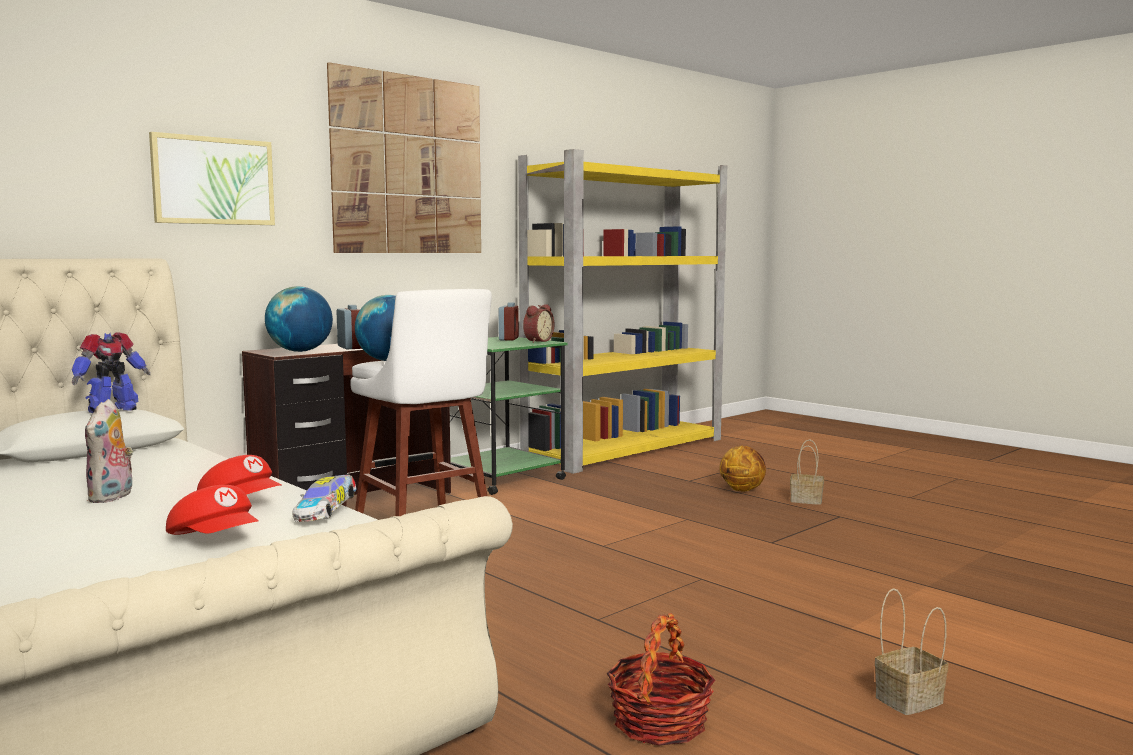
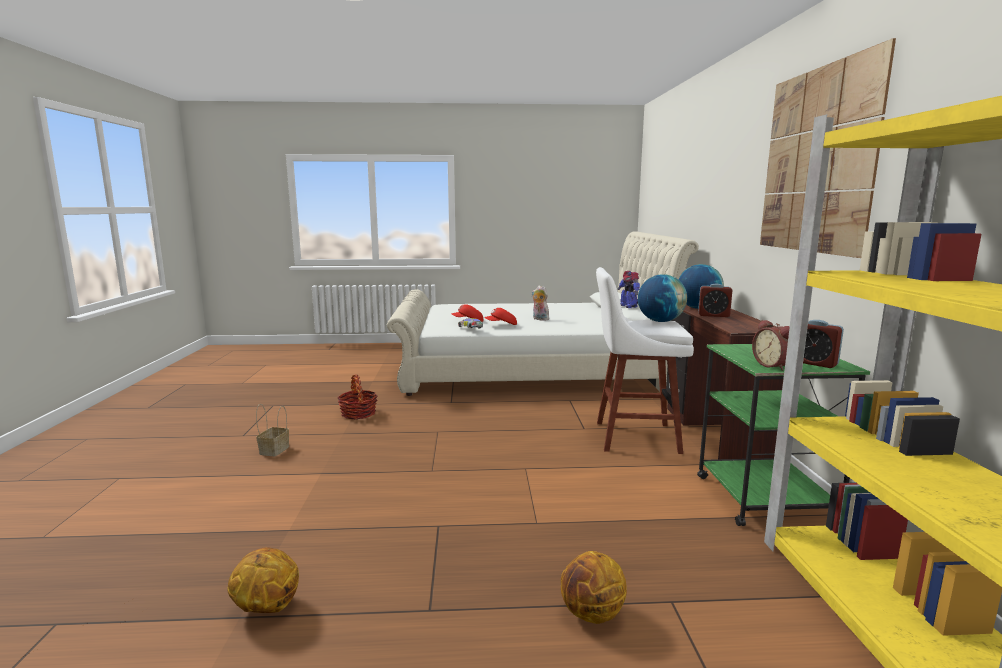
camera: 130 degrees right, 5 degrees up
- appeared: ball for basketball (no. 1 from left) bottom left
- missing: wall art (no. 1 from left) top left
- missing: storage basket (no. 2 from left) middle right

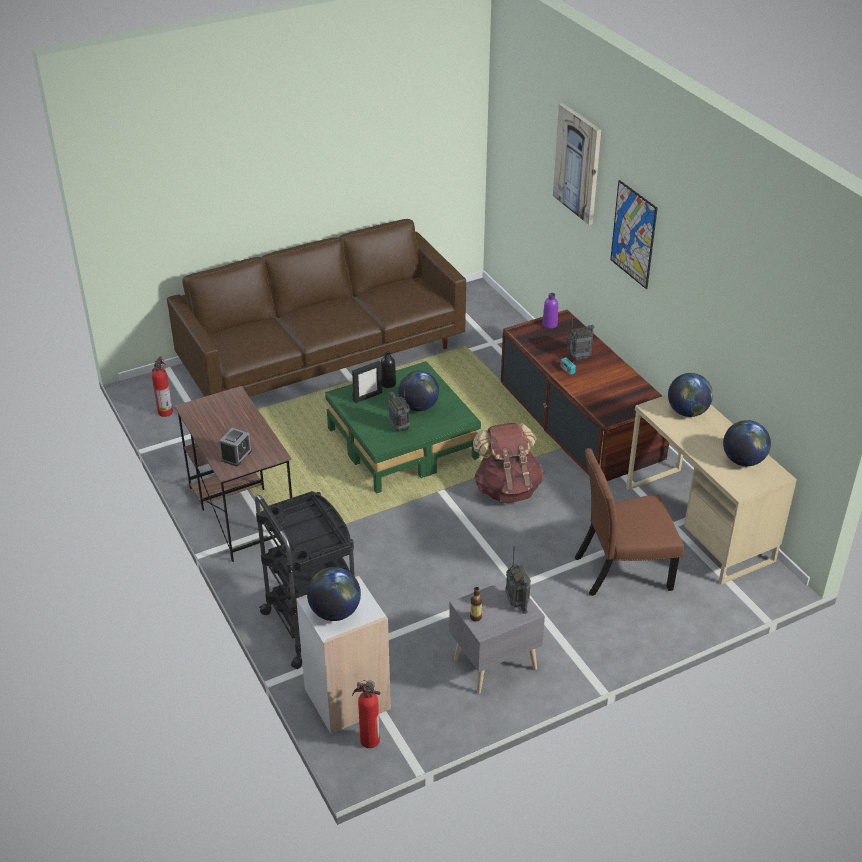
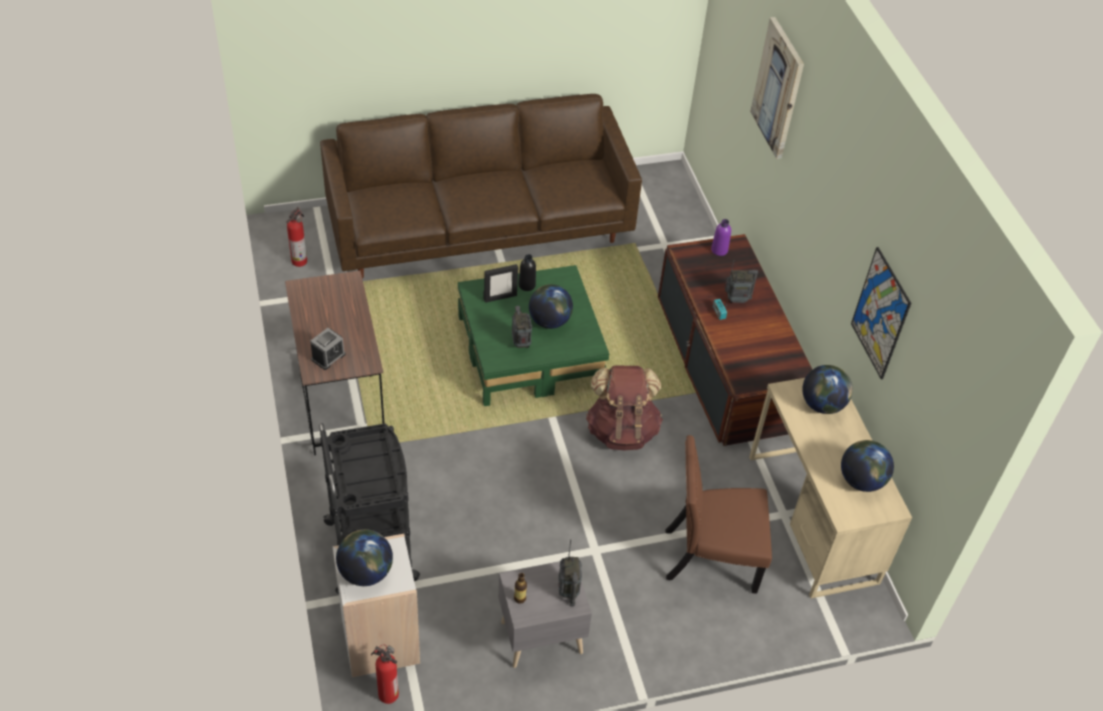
camera: 10 degrees right, 10 degrees up
- relocated: wall art (no. 2 from left) top right to middle right

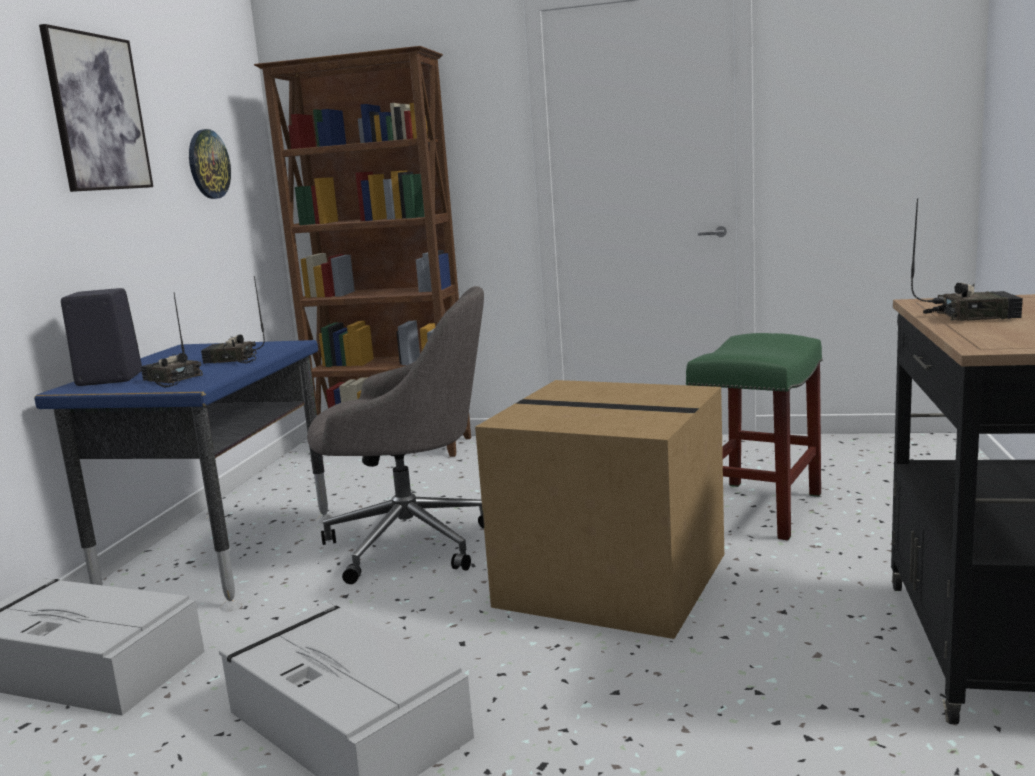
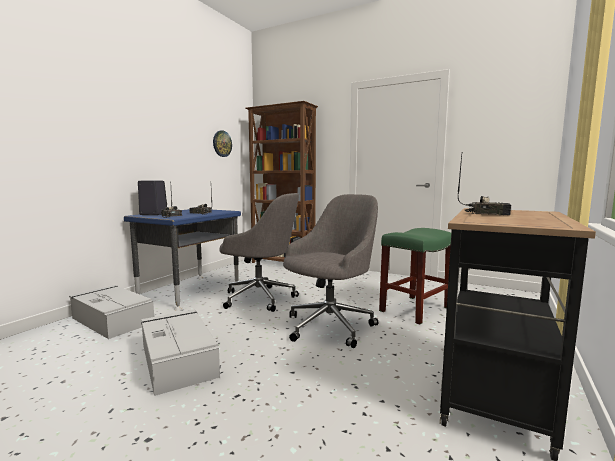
camera: 15 degrees right, 5 degrees down
- exchanged: cardboard box centre to computer chair in grey (no. 2 from left) centre
- missing: wall art top left

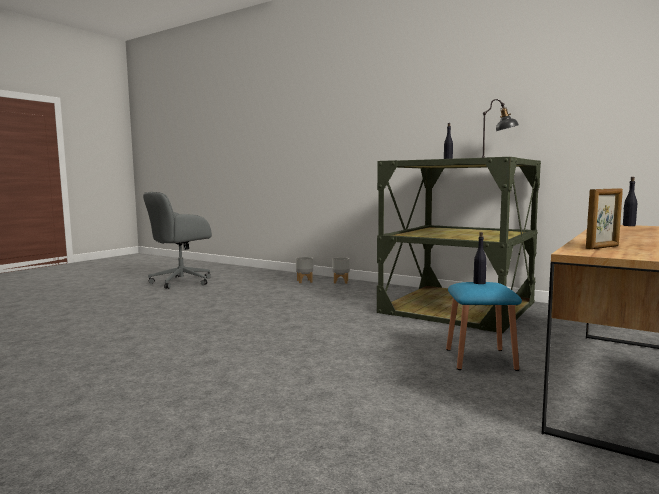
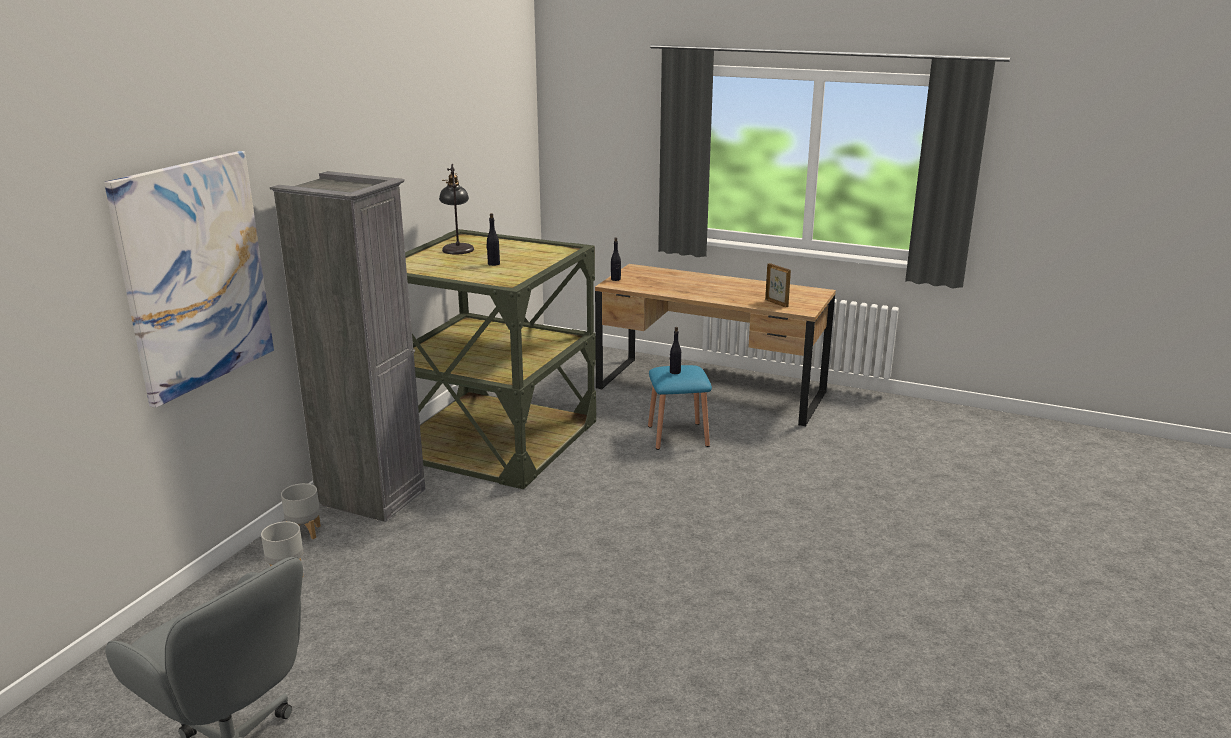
camera: 100 degrees left, 15 degrees up
- appeared: wall art middle left
- appeared: storage cabinet in grey middle left

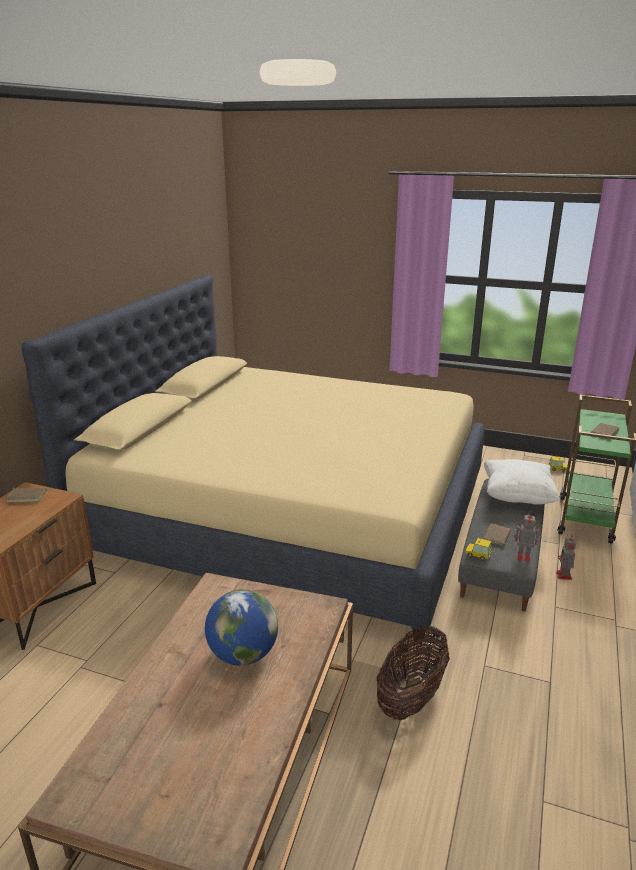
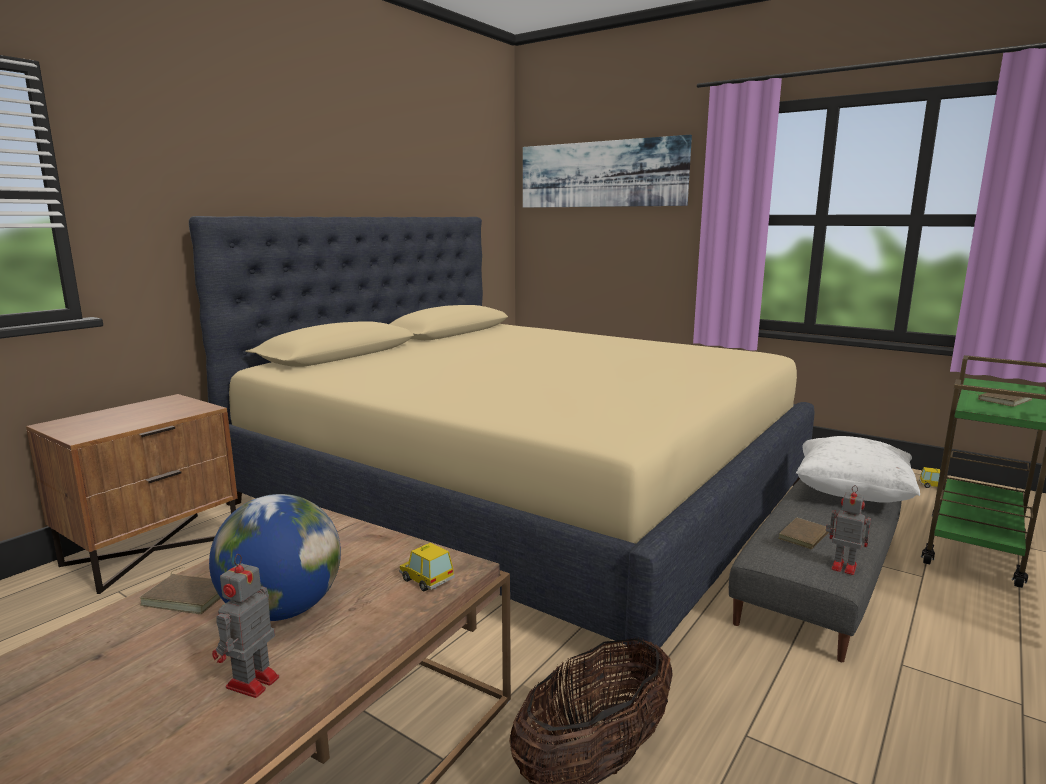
camera: 15 degrees right, 10 degrees down
- relocated: volume in brown (no. 1 from left) middle left to bottom left
- relocated: robot figure (no. 2 from left in the first image) middle right to robot figure (no. 1 from left) bottom left
- relocated: miniature car (no. 1 from left) middle right to bottom centre
- appeared: wall art top centre

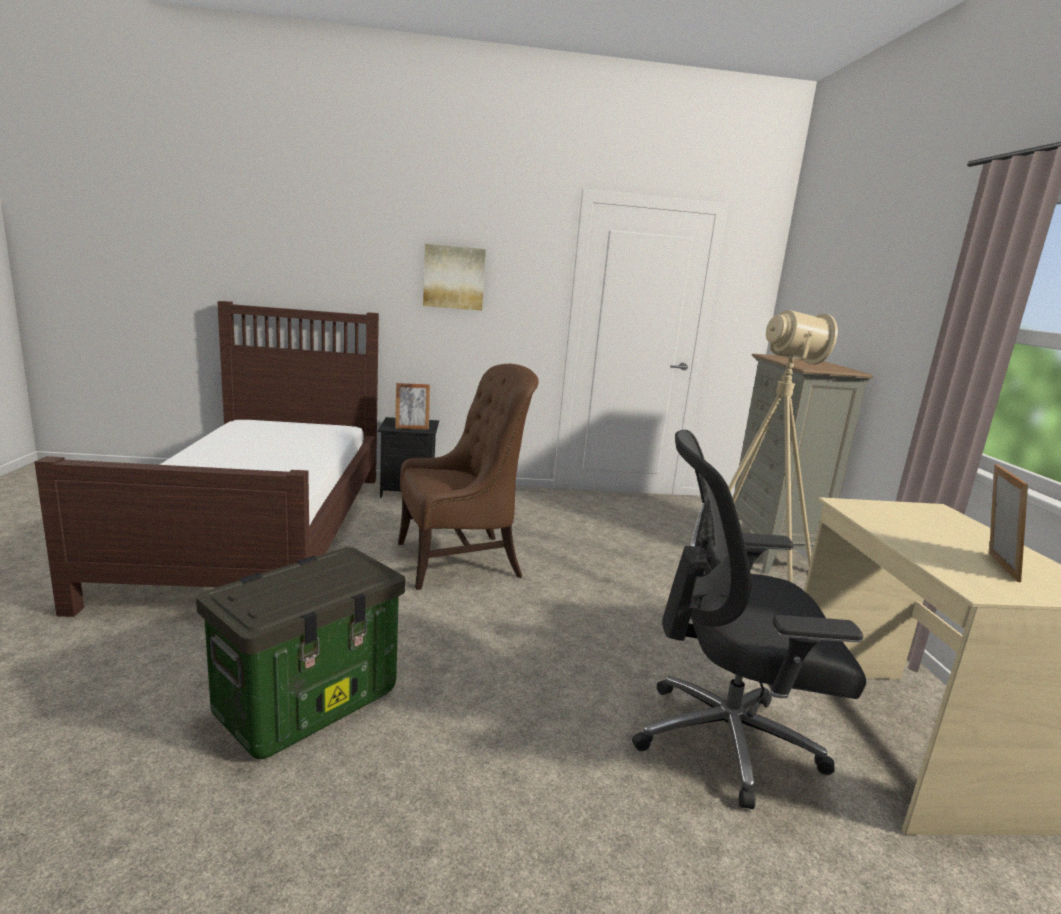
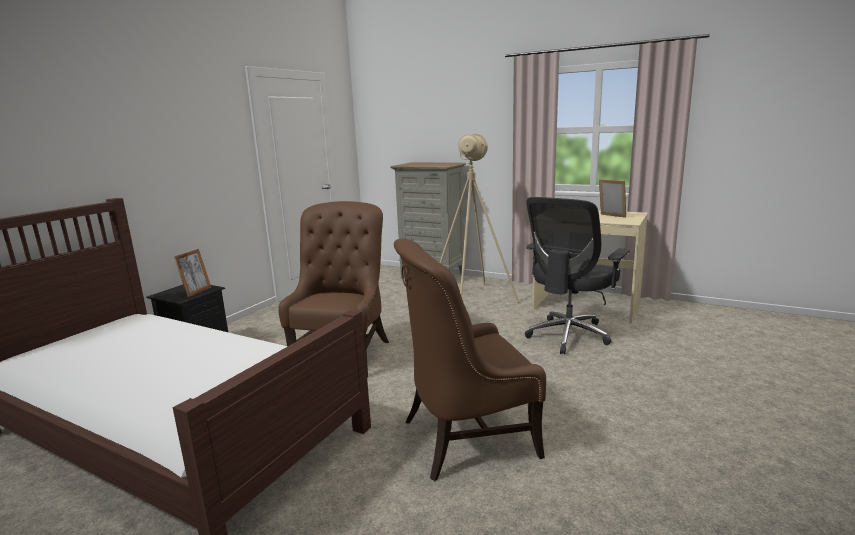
camera: 55 degrees left, 0 degrees up
- exchanged: storage bin bottom left to chair in brown (no. 2 from left) bottom centre
- missing: wall art top centre

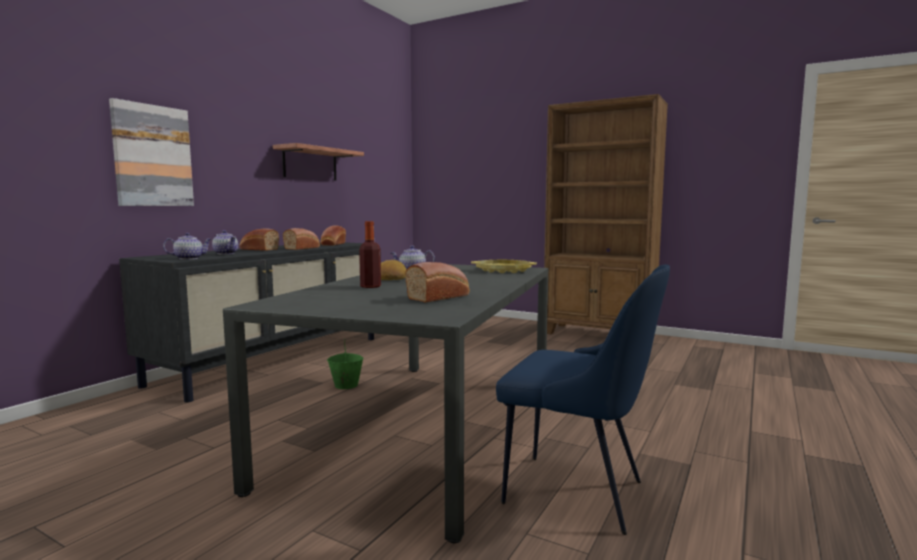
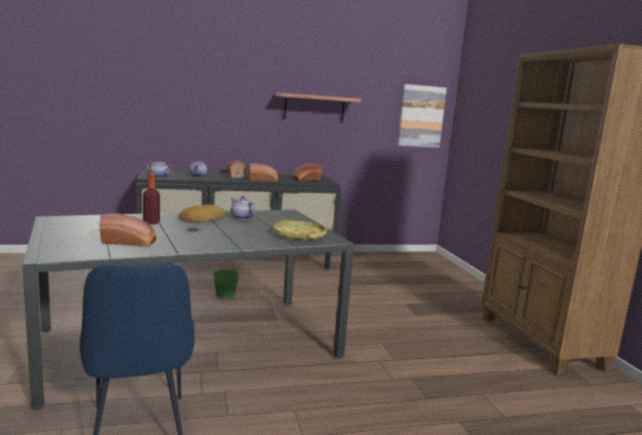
camera: 45 degrees right, 5 degrees up
- relocated: wall art top left to top centre

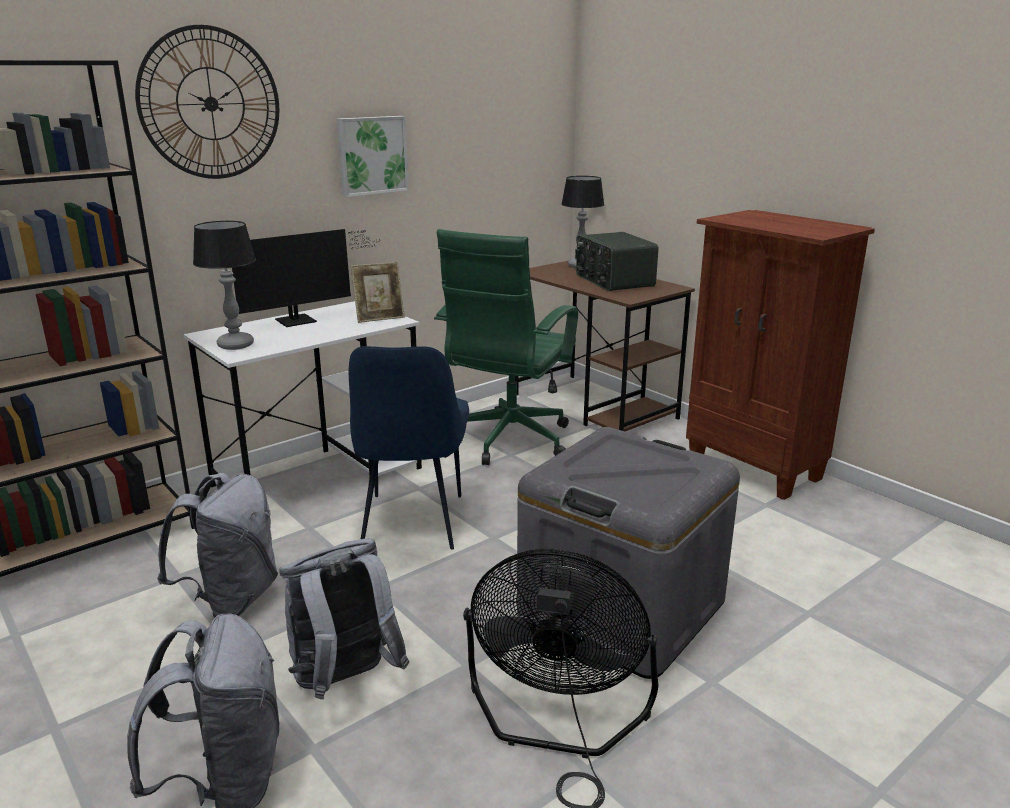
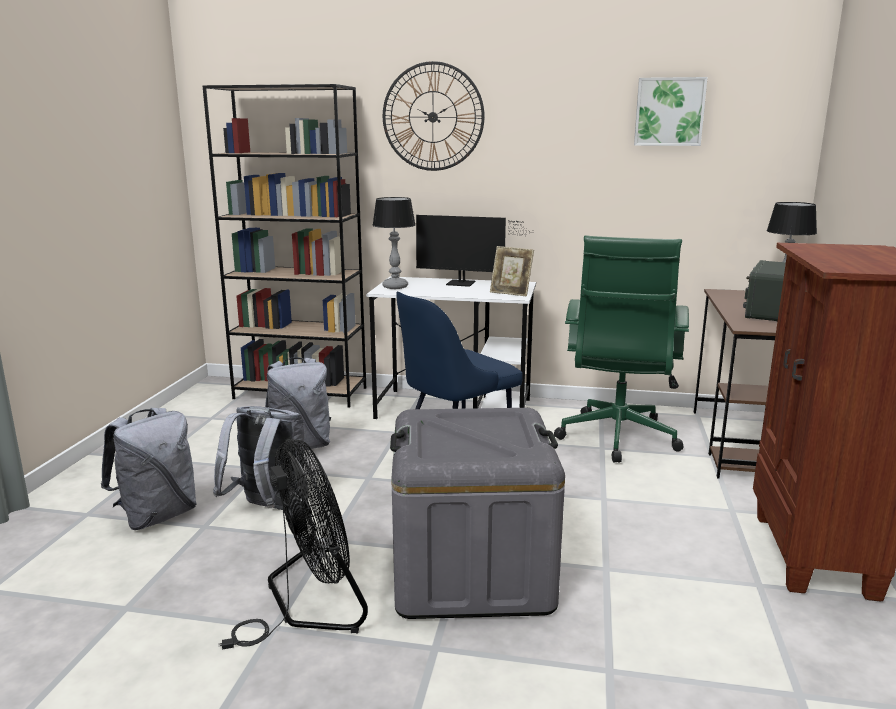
camera: 50 degrees right, 5 degrees down
- spun: computer chair in greenish centre = middle right 60 degrees counterclockwise
- relocated: wall art top centre to top right

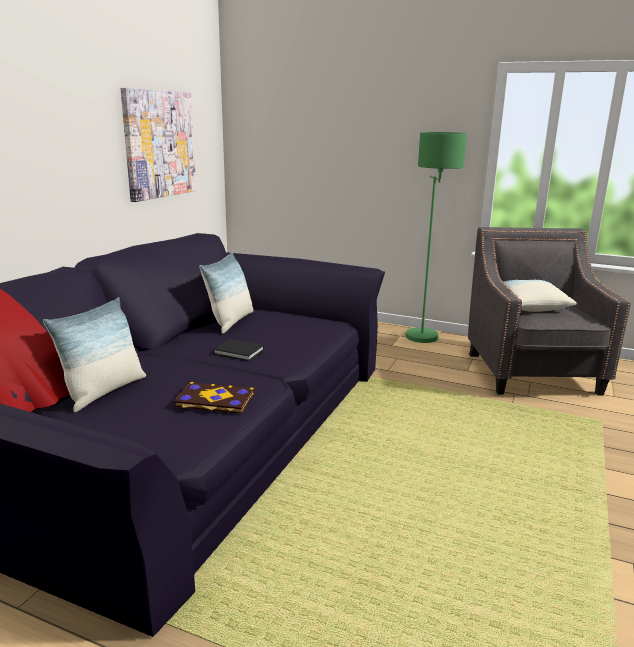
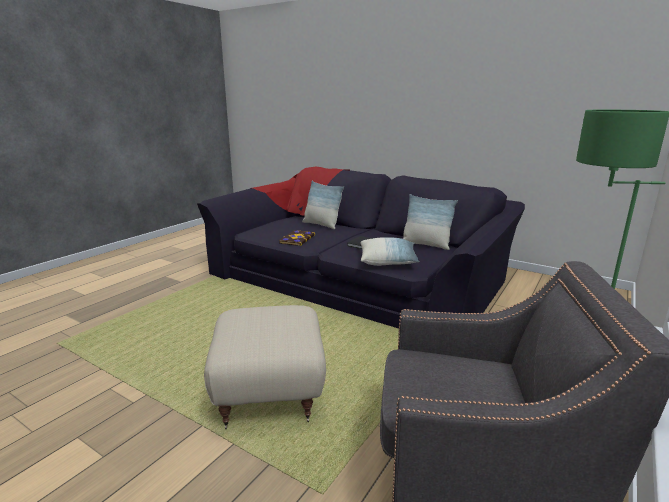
camera: 100 degrees right, 0 degrees up
- appeared: ottoman in beige bottom centre
- relocated: pillow (no. 3 from left in the first image) middle right to pillow (no. 2 from left) centre
- missing: wall art top left

